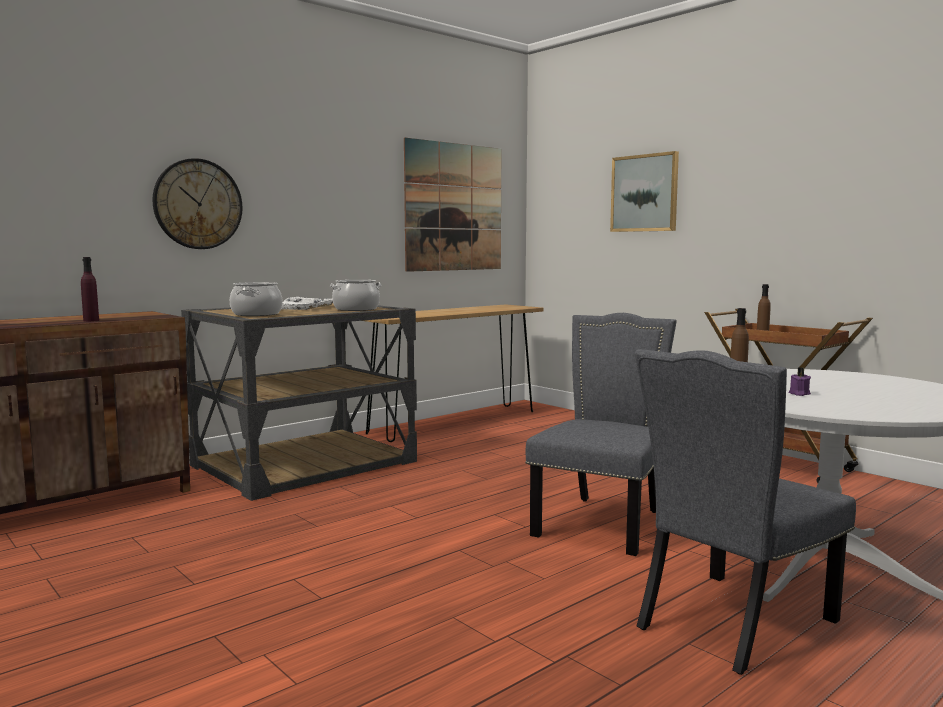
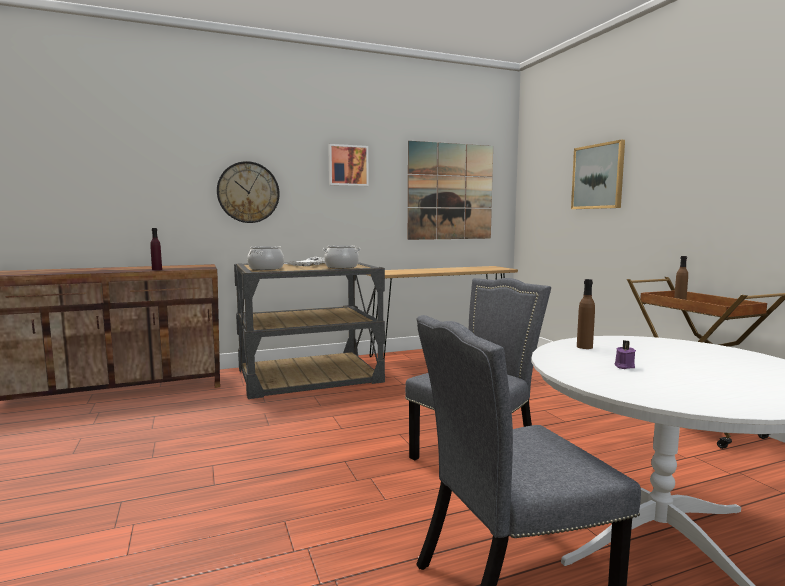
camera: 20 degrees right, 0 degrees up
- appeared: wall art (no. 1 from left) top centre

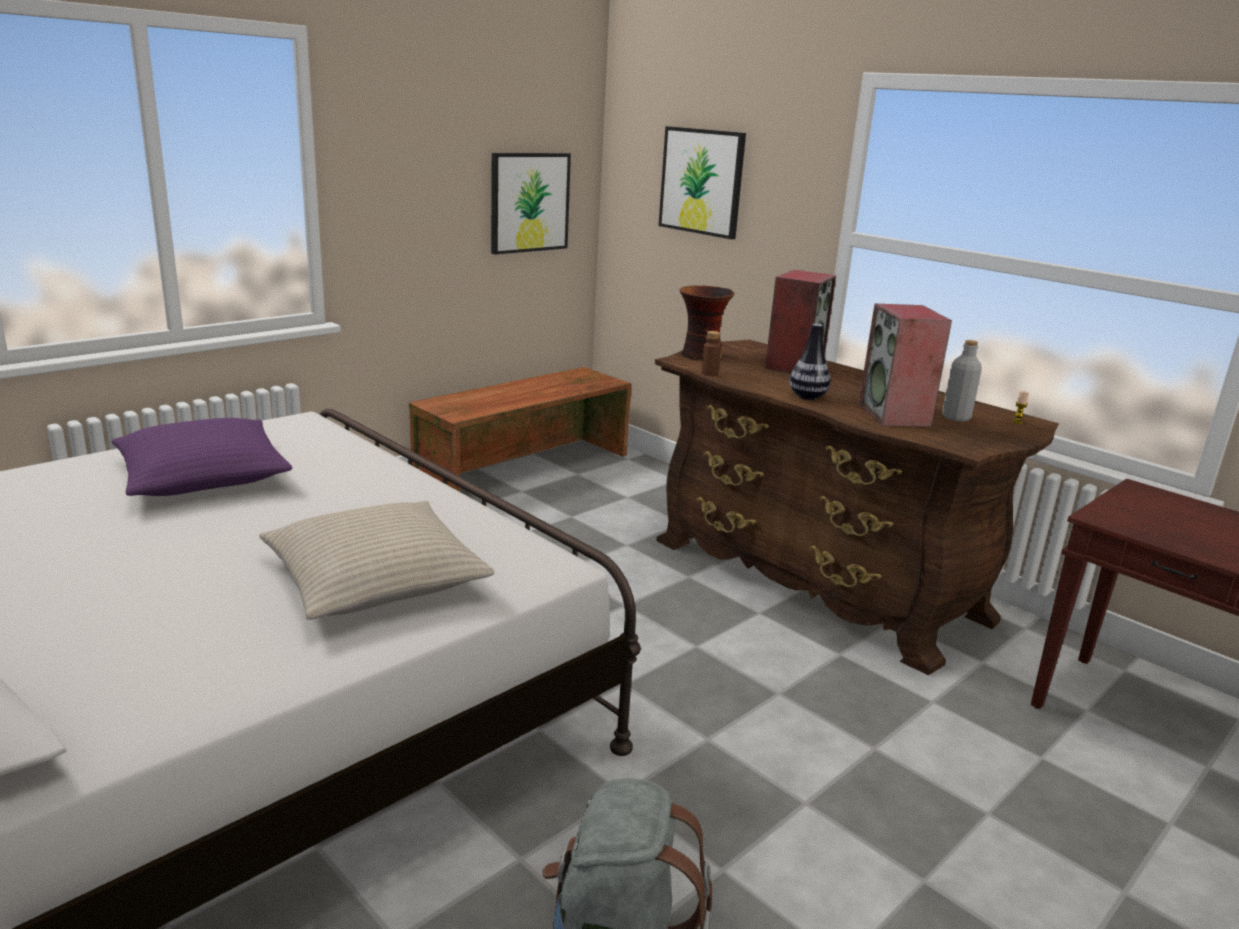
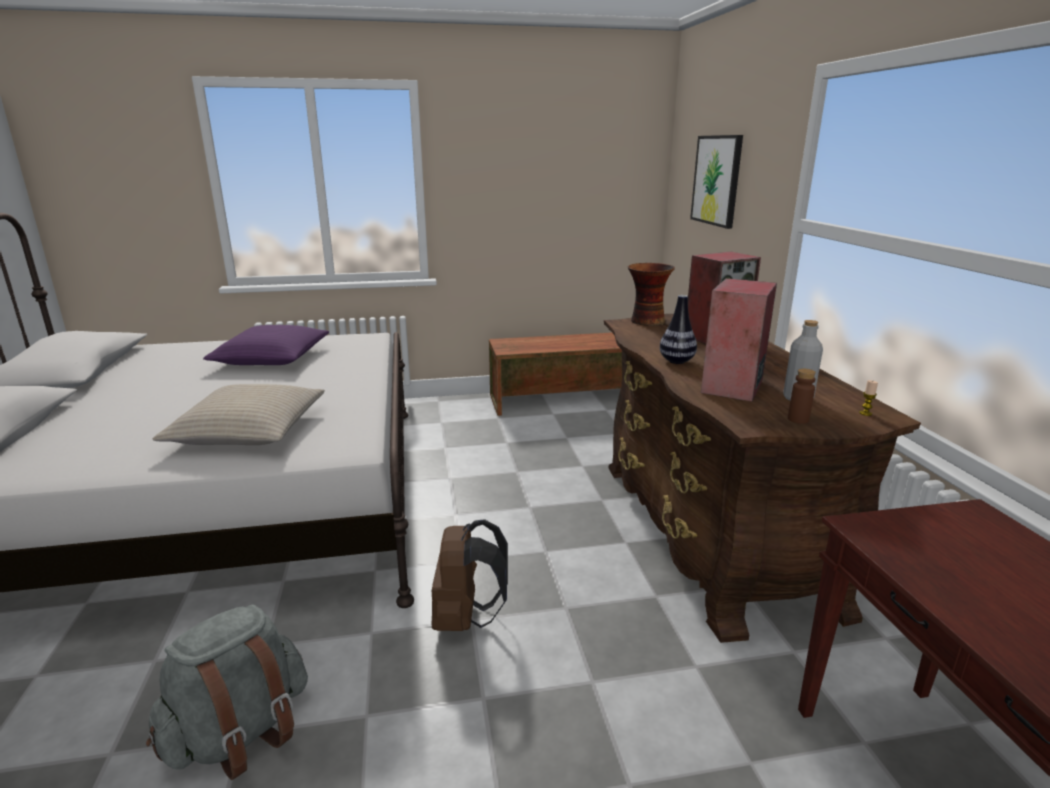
camera: 35 degrees right, 0 degrees up
- appeared: knapsack in brown bottom centre
- relocated: drink bottle in brown centre to middle right
- missing: wall art (no. 1 from left) top centre

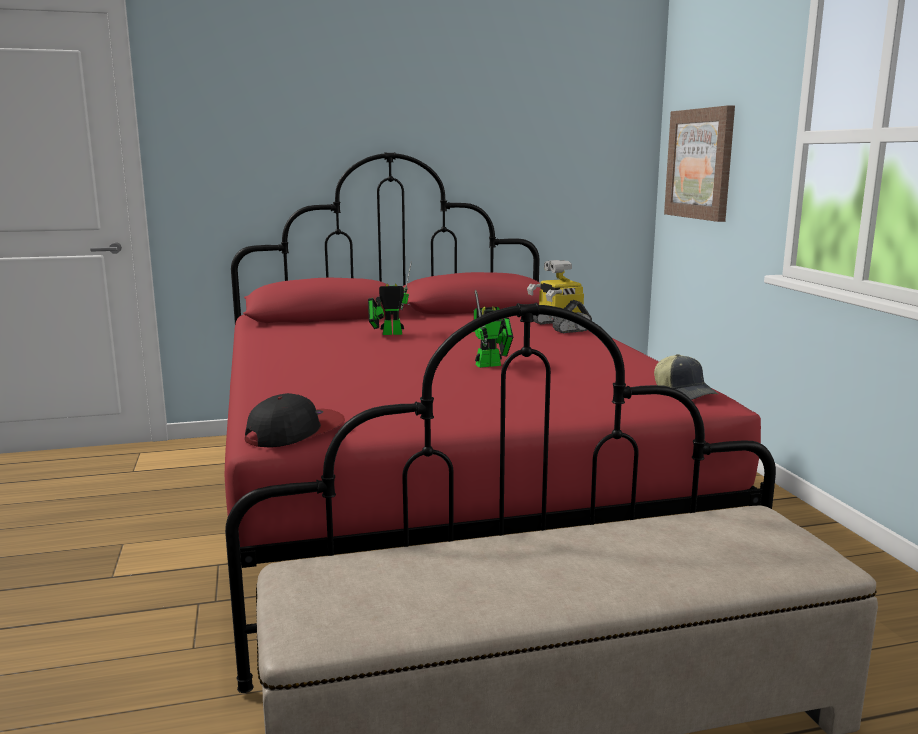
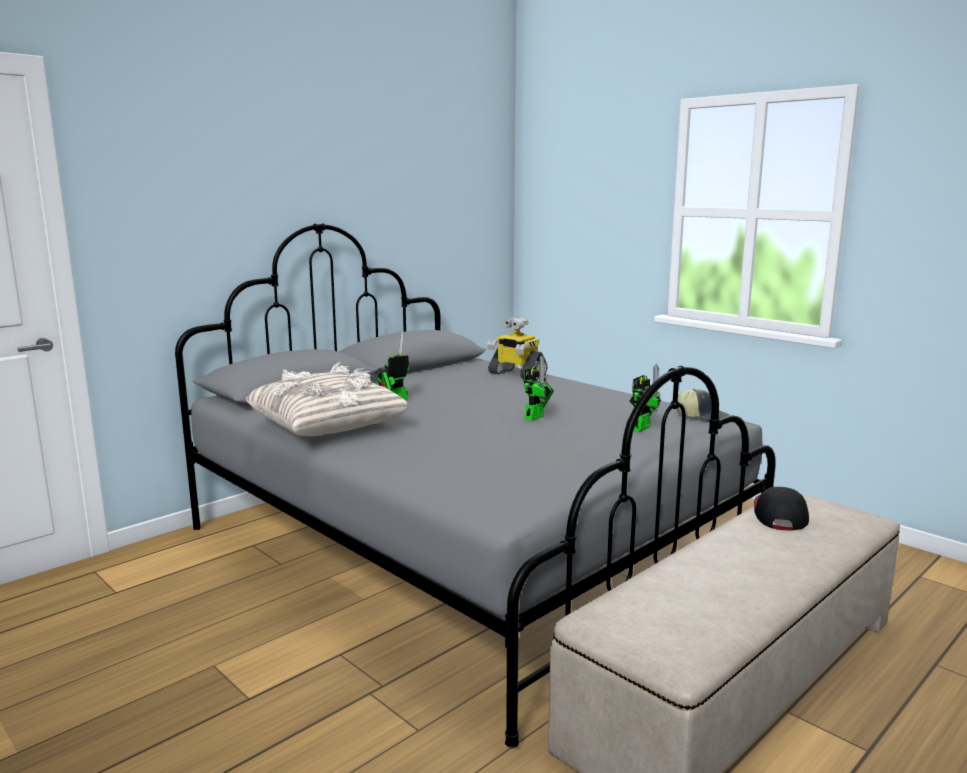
camera: 30 degrees left, 0 degrees up
- colour: bedroom bed in red centre to bedroom bed in grey centre
- appeared: pillow in beige centre
- appeared: robot figure (no. 4 from left) middle right
- relocated: cap (no. 1 from left in the first image) middle left to cap (no. 2 from left) middle right
- missing: wall art top right

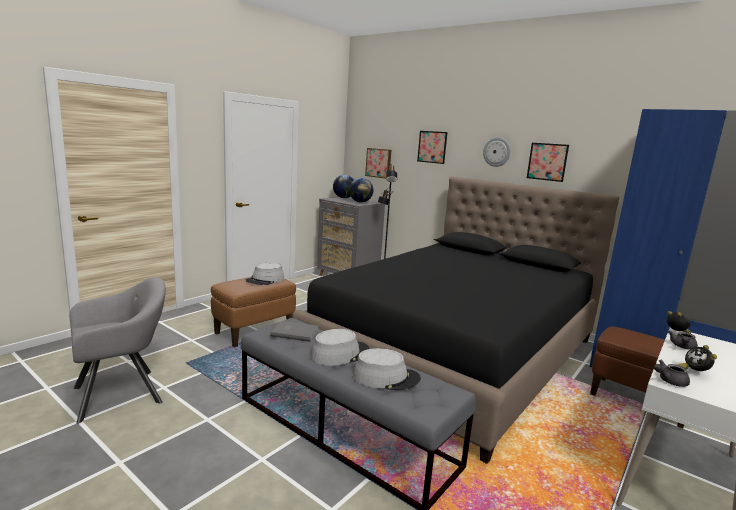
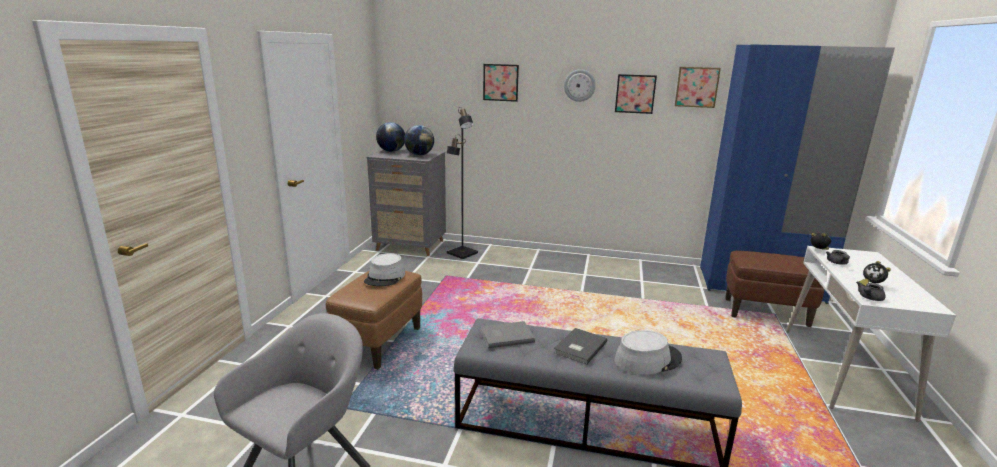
camera: 25 degrees left, 5 degrees up
- exchanged: wearable hat in grey (no. 2 from left) bottom centre to volume in grey (no. 2 from left) bottom centre
- relocated: wall art (no. 1 from left in the first image) top centre to wall art (no. 3 from left) top right
- missing: bedroom bed in black centre

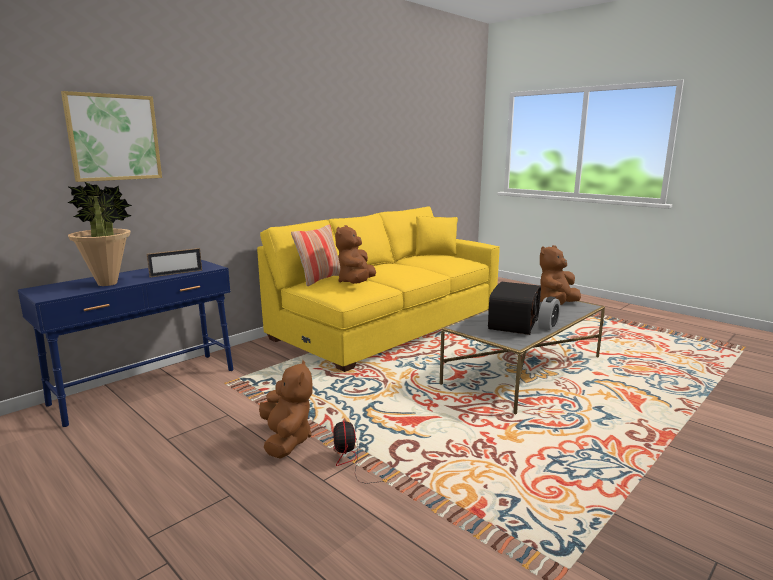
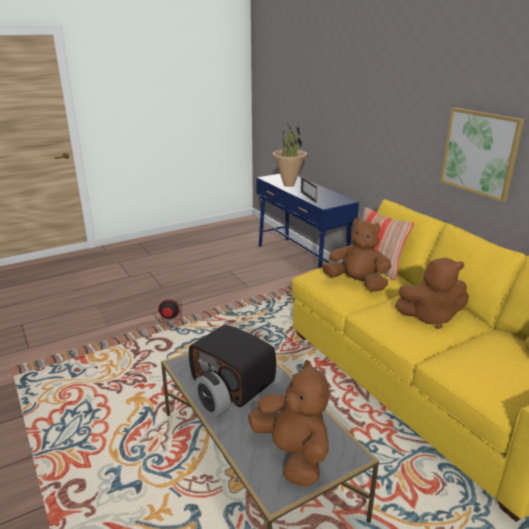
camera: 105 degrees right, 10 degrees up
- relocated: cuddly toy in brown (no. 1 from left in the first image) bottom centre to cuddly toy in brown (no. 3 from left) middle right
- relocated: wall art top left to top right

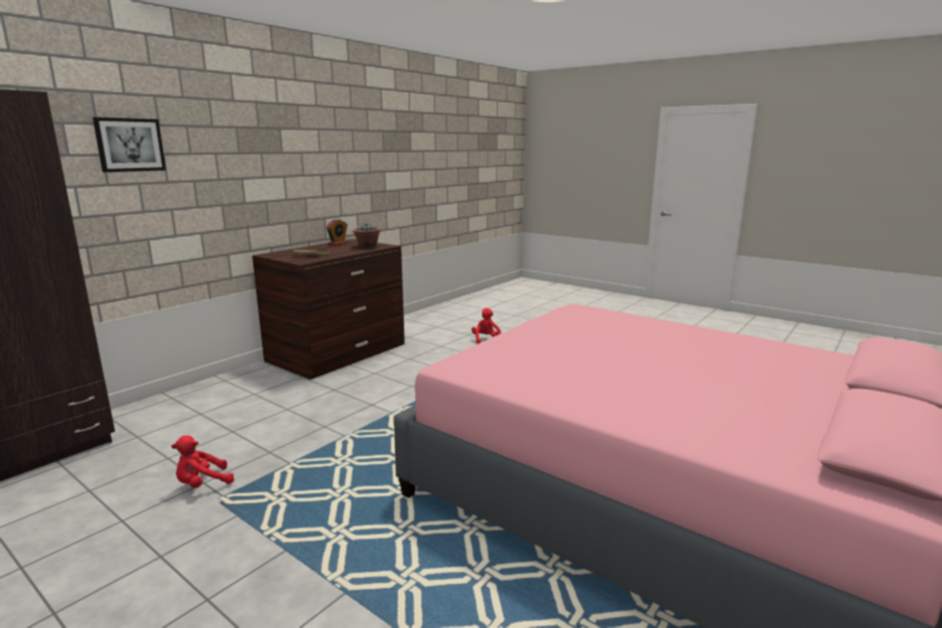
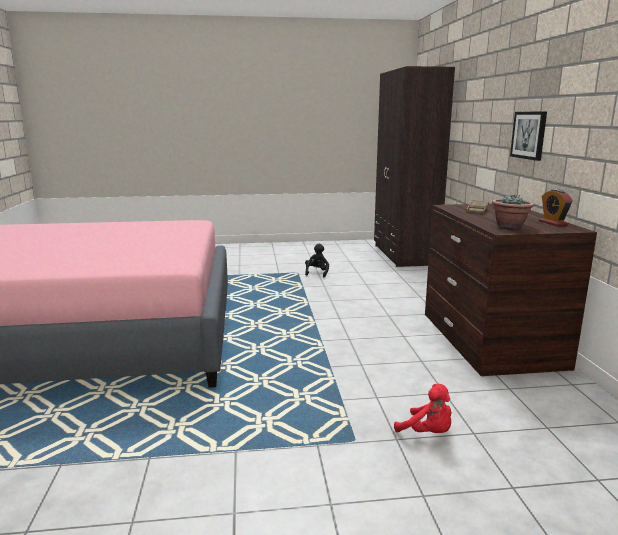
camera: 135 degrees right, 0 degrees up
- colour: cuddly toy in red (no. 1 from left) bottom left to cuddly toy in black centre
- relocated: wall art top left to top right

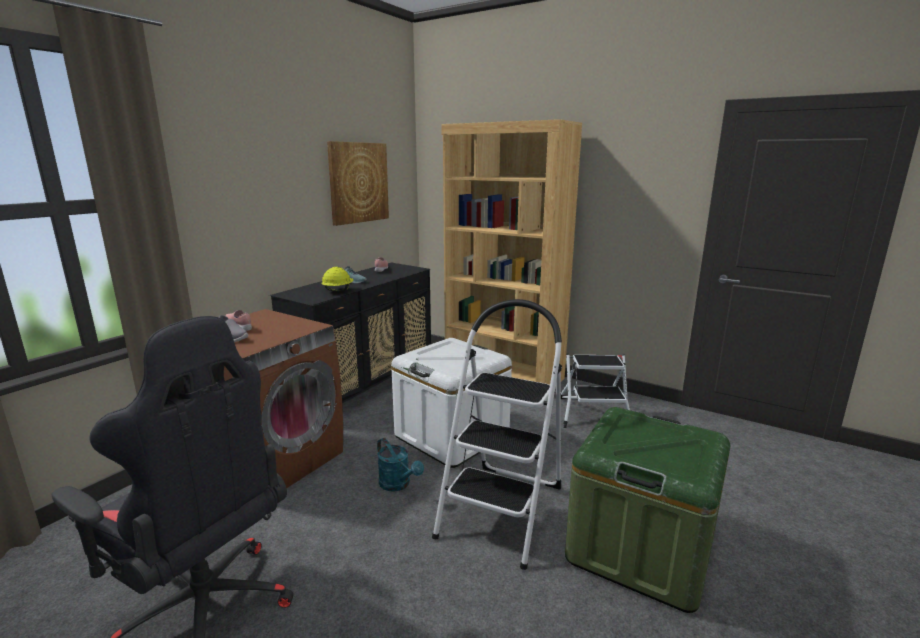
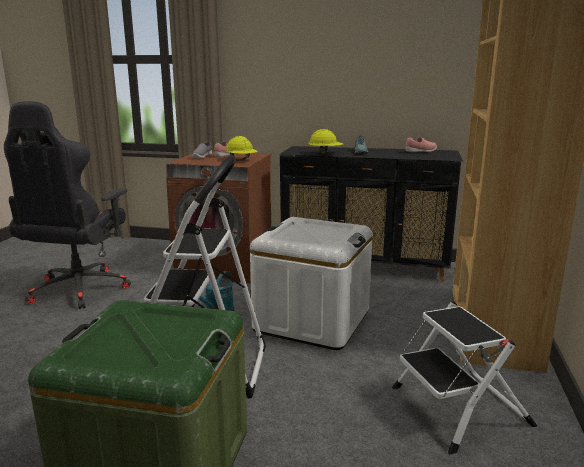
camera: 70 degrees right, 0 degrees up
- appeared: work helmet in yellow-coloured (no. 1 from left) top centre
- missing: wall art top centre

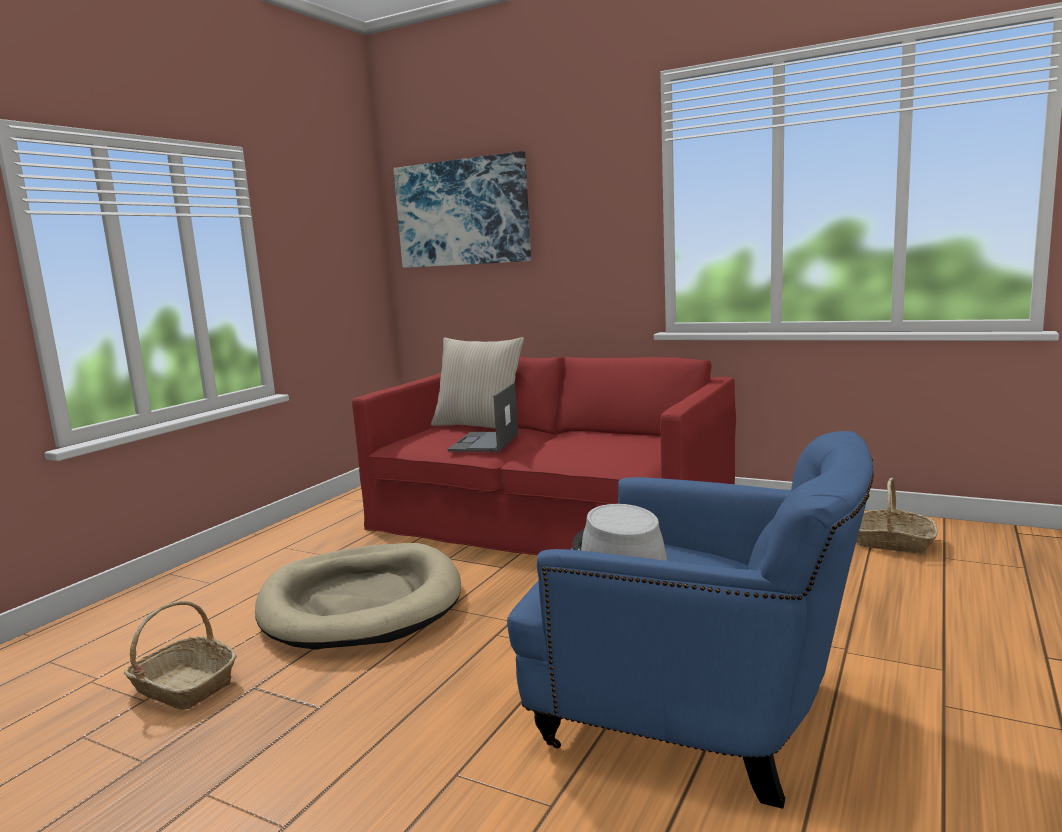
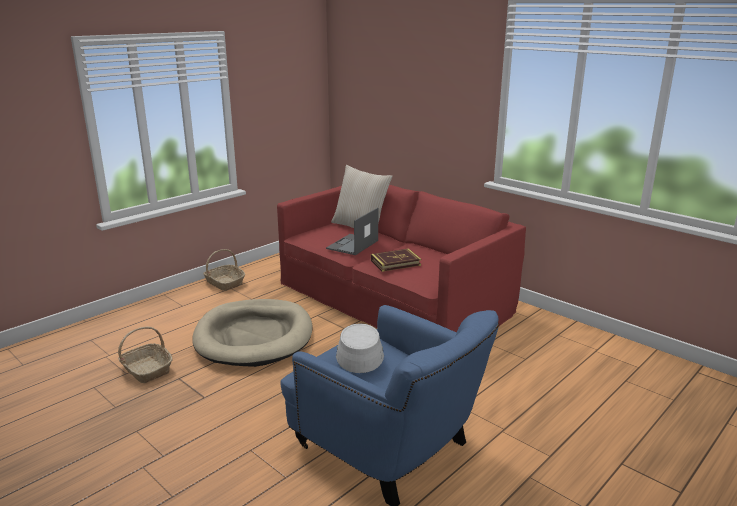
camera: 15 degrees right, 10 degrees up
- relocated: storage basket (no. 2 from left) middle right to middle left
- appeared: volume centre
- missing: wall art top centre

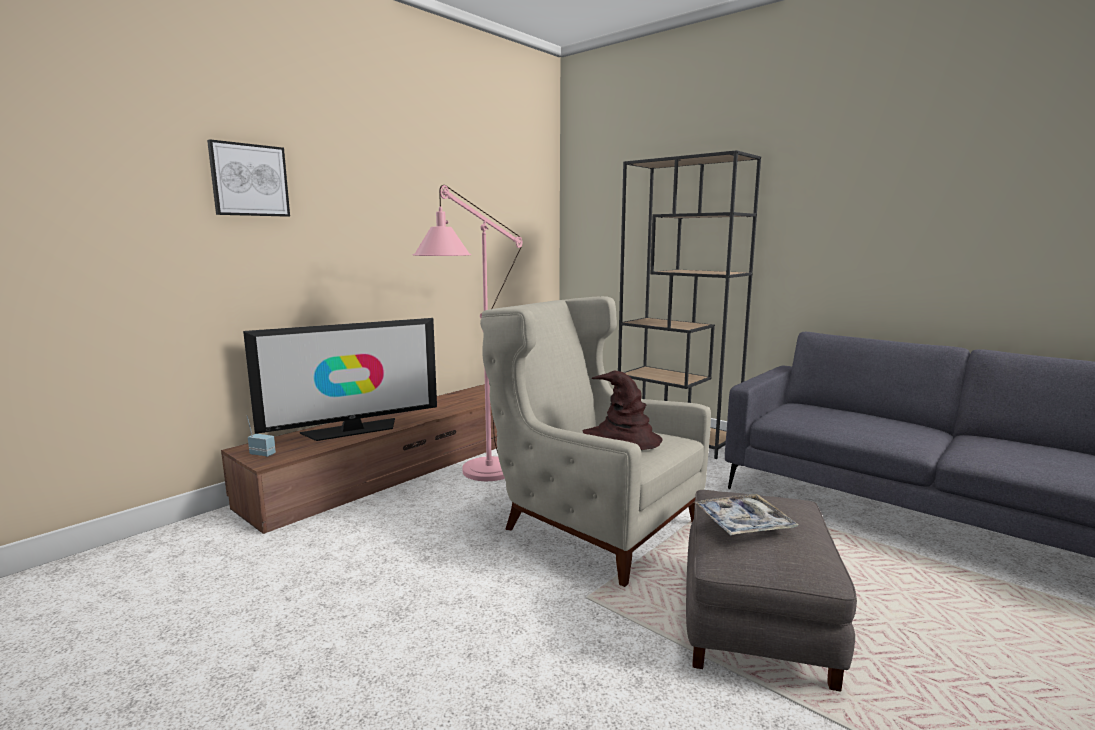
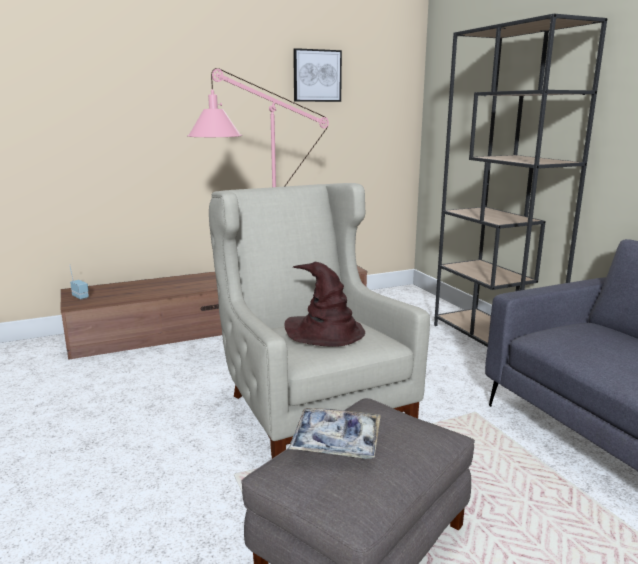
camera: 25 degrees right, 5 degrees up
- relocated: wall art top left to top centre
- missing: TV middle left

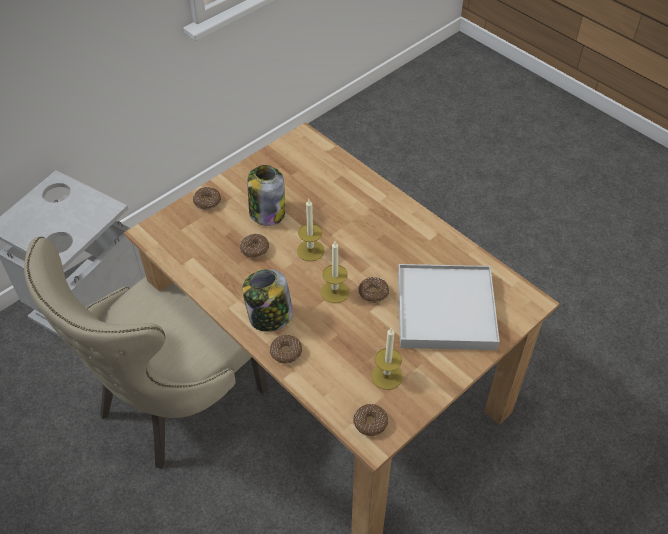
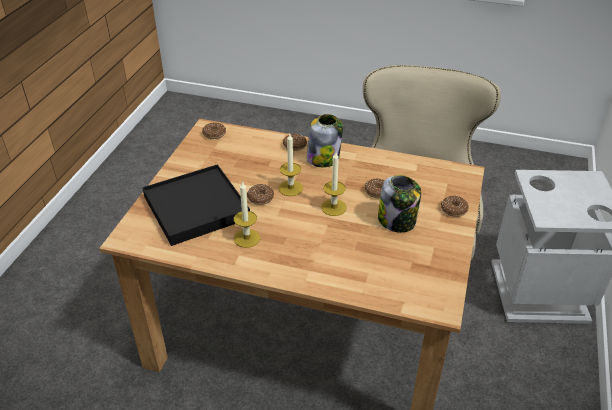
camera: 150 degrees right, 10 degrees down
- colour: carrying tray in white middle right to carrying tray in black middle left
- relocated: wax light (no. 3 from left in the first image) bottom centre to wax light (no. 1 from left) centre

